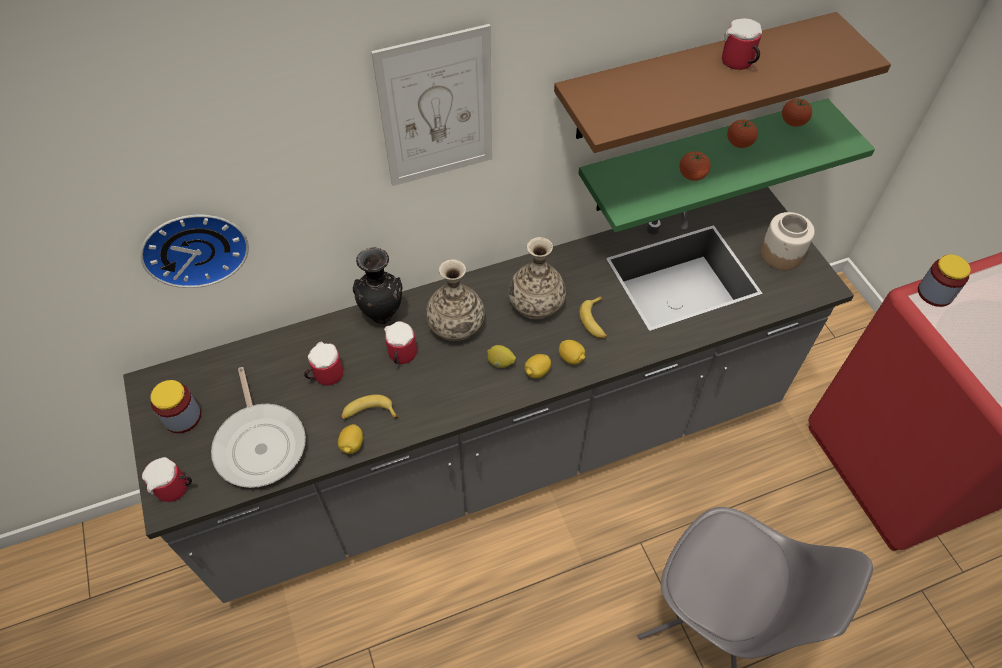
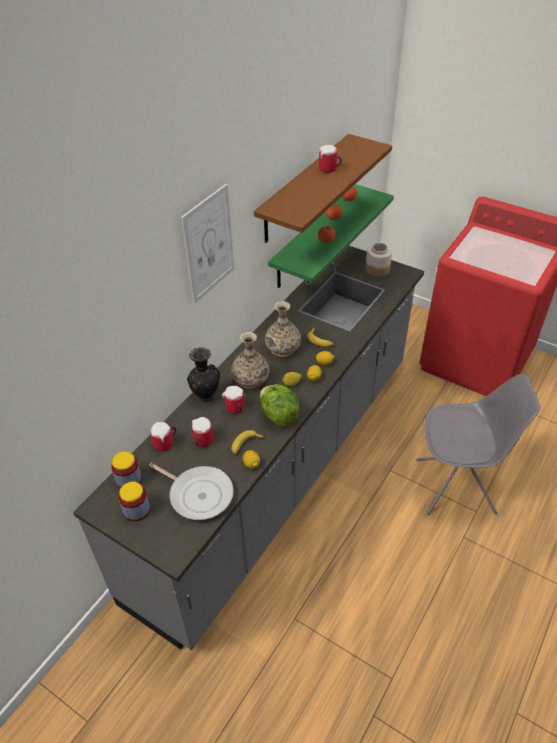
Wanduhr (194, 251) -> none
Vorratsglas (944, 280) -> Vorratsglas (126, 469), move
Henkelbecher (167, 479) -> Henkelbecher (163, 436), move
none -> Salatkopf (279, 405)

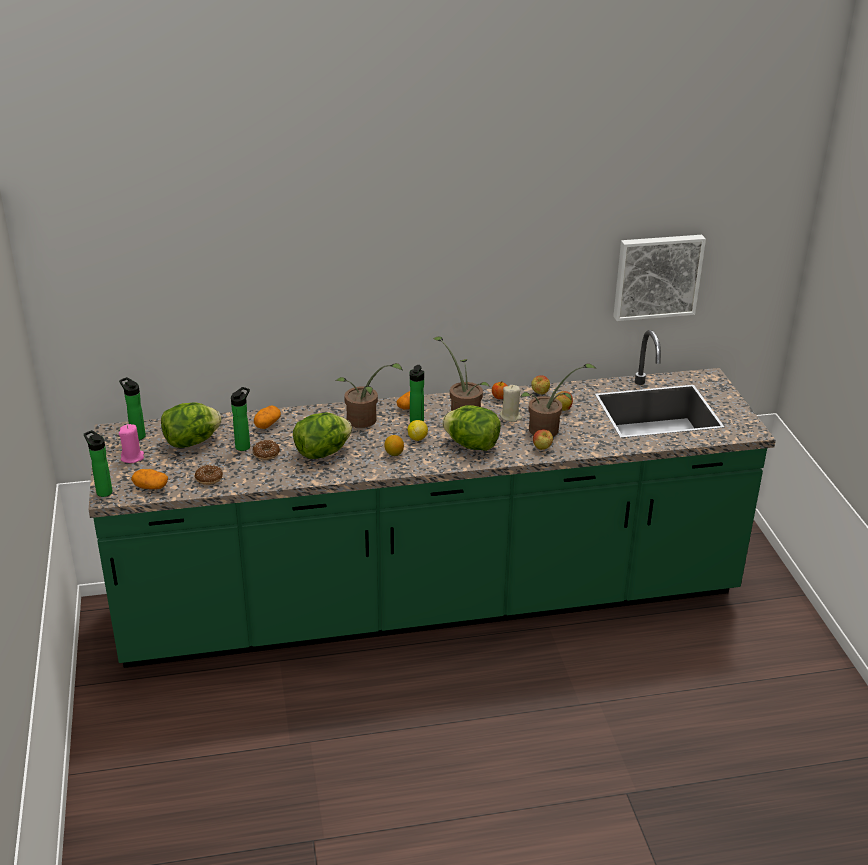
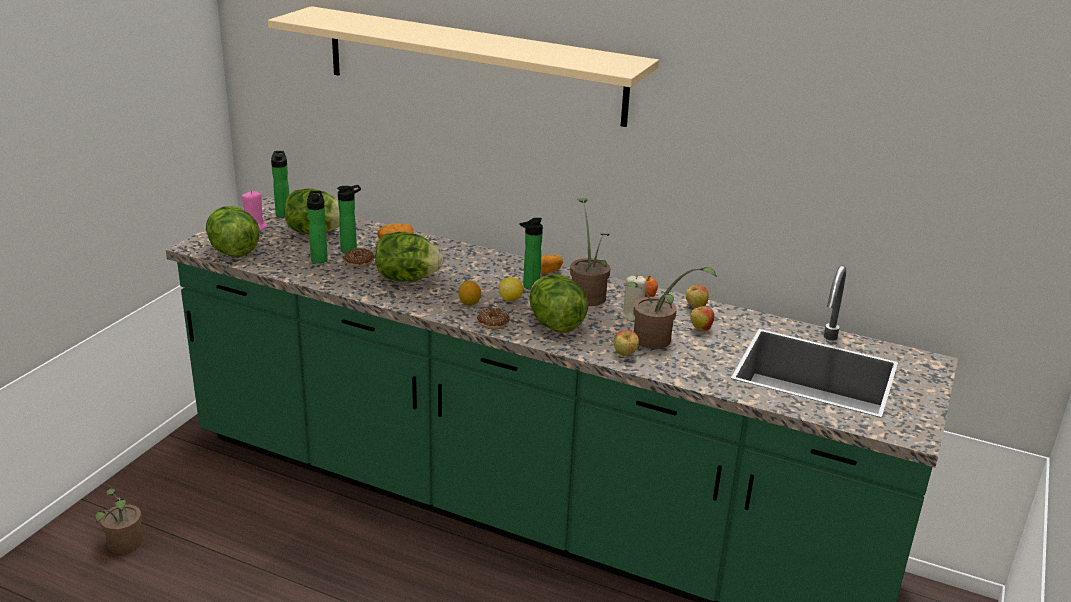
Bild (659, 278) -> none
Topfpflanze (369, 395) -> Topfpflanze (119, 521), move
Flasche (98, 463) -> Flasche (317, 227), move
Donut (209, 475) -> Donut (493, 318), move
Kartoffel (149, 479) -> Salatkopf (233, 231)
none -> Wandregal/beige (463, 66)

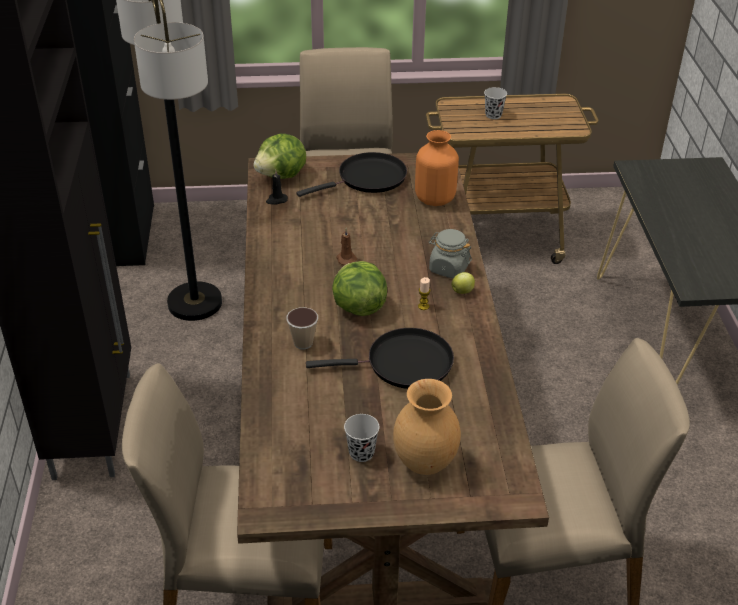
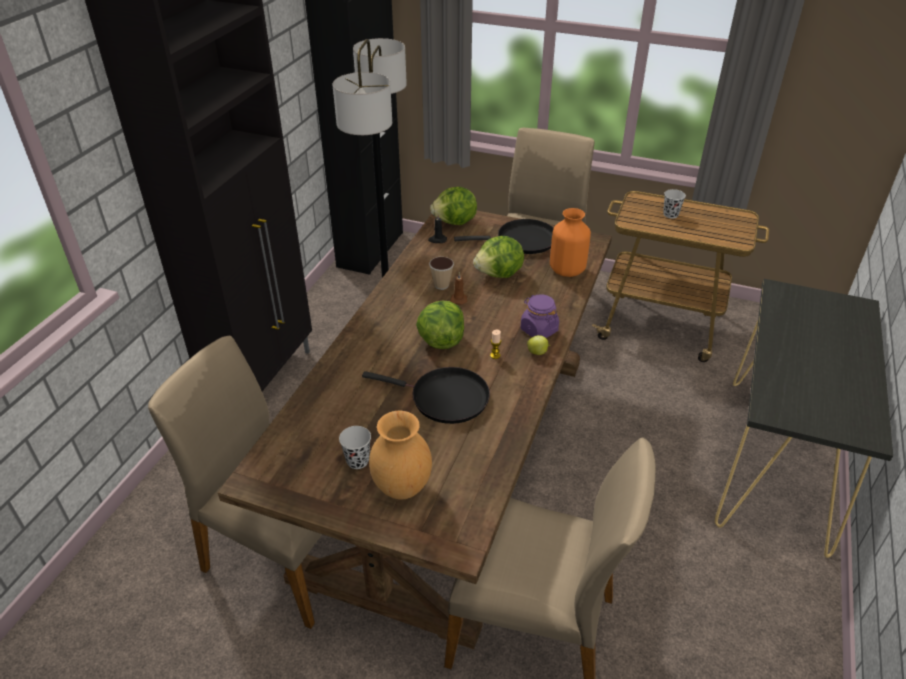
Vorratsglas/grau (450, 253) -> Vorratsglas/lila (540, 316)
Tasse (302, 328) -> Tasse (441, 273), move
none -> Salatkopf (498, 257)

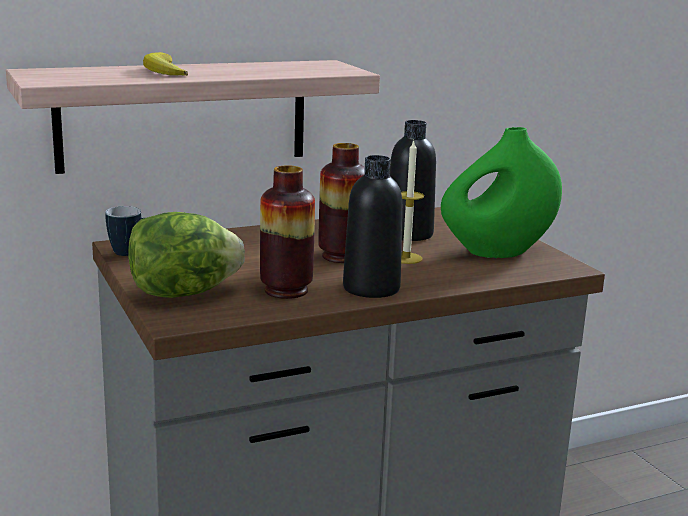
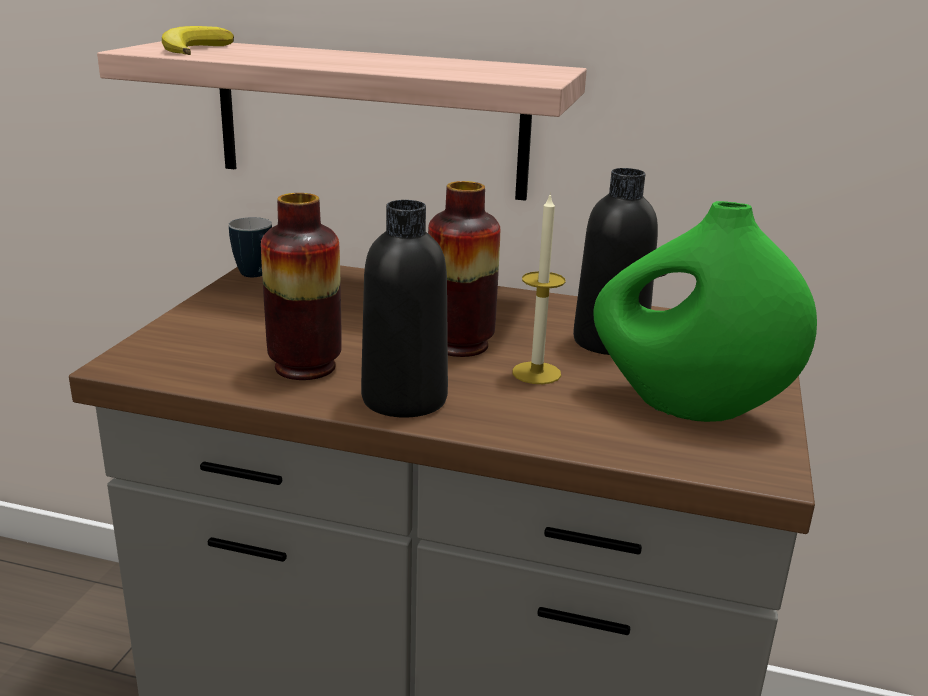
Banane (165, 64) -> Banane (198, 40), move
Salatkopf (186, 255) -> none

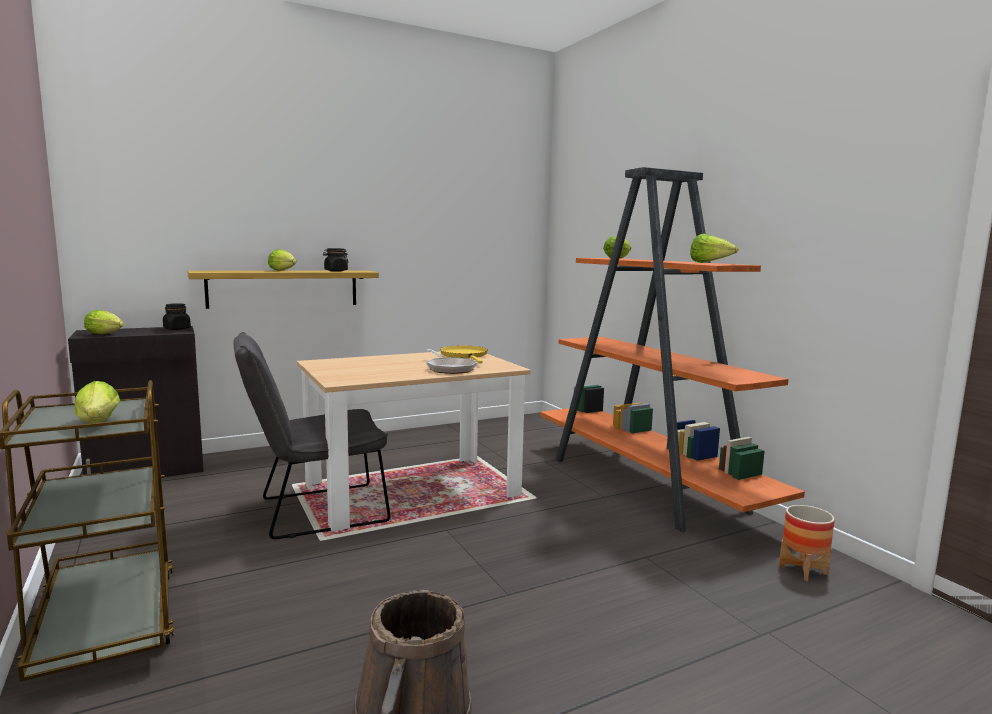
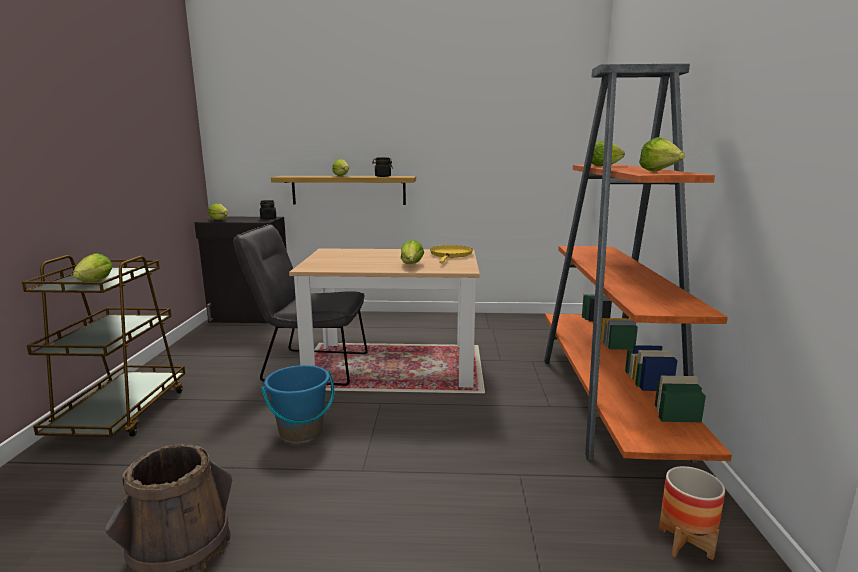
Pfanne (452, 361) -> Salatkopf (412, 252)
none -> Eimer/blau (298, 403)

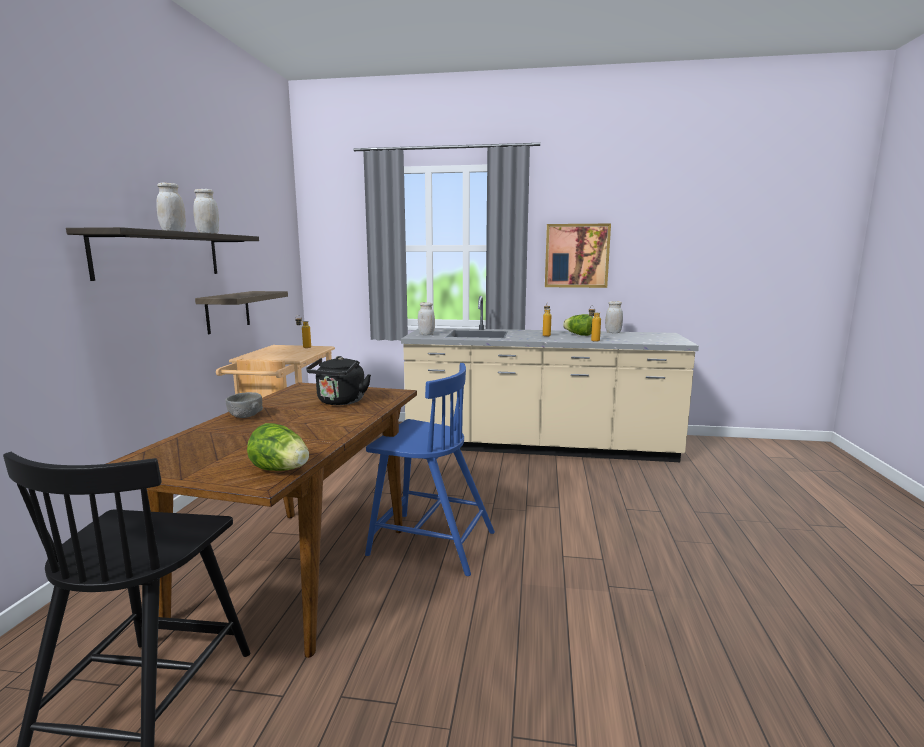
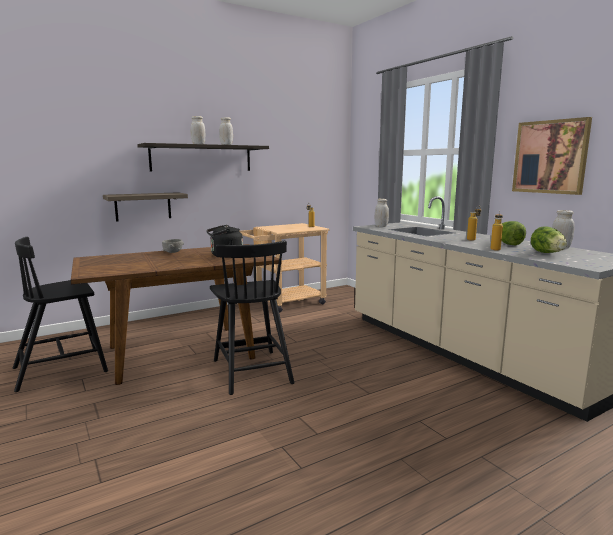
Wandregal (241, 312) -> Wandregal (145, 207), move
Stuhl/blau (430, 469) -> Stuhl/schwarz (252, 318)
Salatkopf (278, 447) -> Salatkopf (549, 239), move

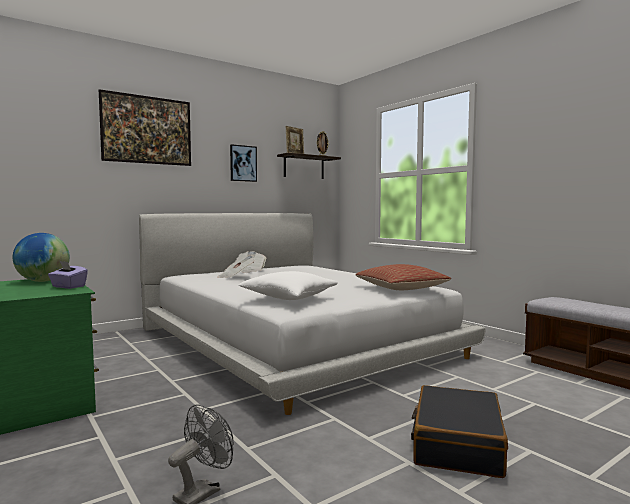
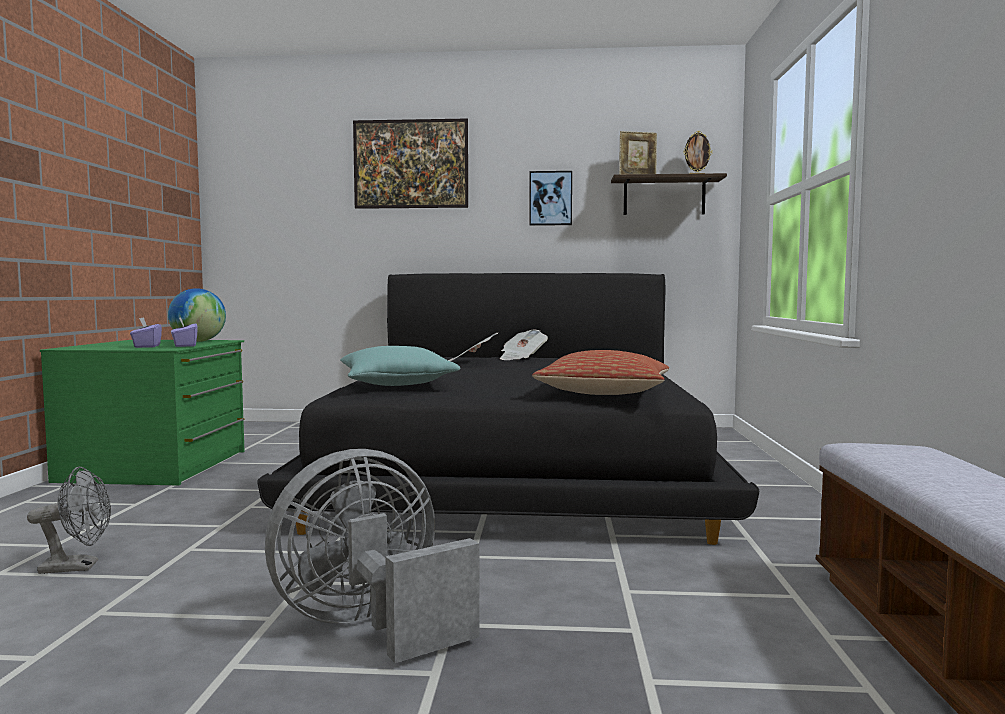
Bett/weiß (312, 314) -> Bett/schwarz (508, 409)
Kissen/weiß (288, 285) -> Kissen/türkis (400, 366)
Koffer/schwarz (459, 431) -> Ventilator/grau (372, 556)
none -> Taschentuchbox/lila (146, 332)

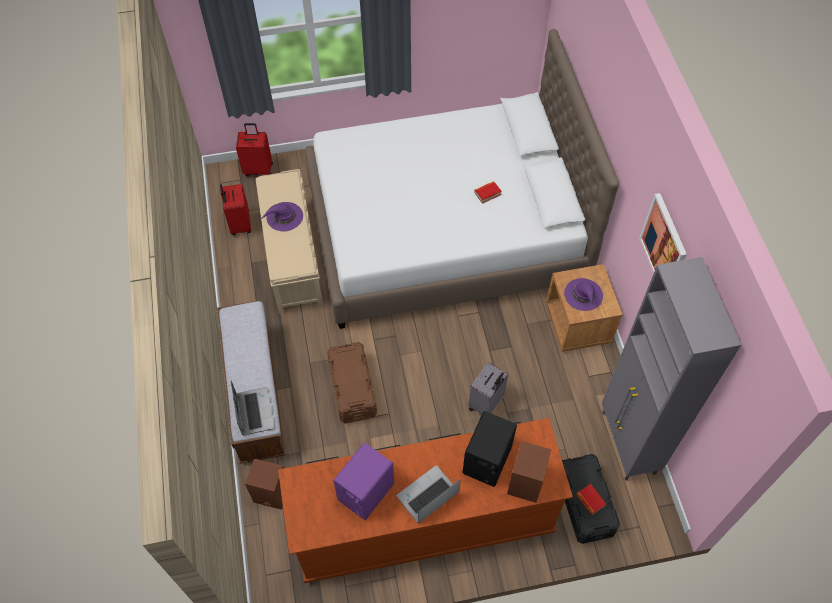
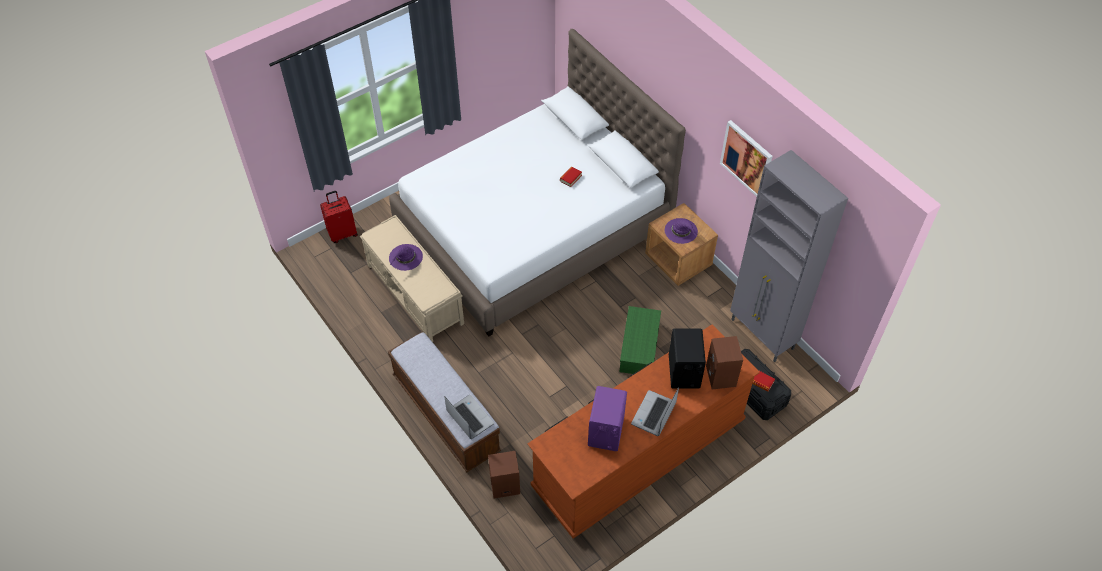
Koffer/rot (235, 209) -> none
Aufbewahrungsbox/braun (352, 382) -> none
Koffer/grau (488, 388) -> Aufbewahrungsbox/grün (640, 340)

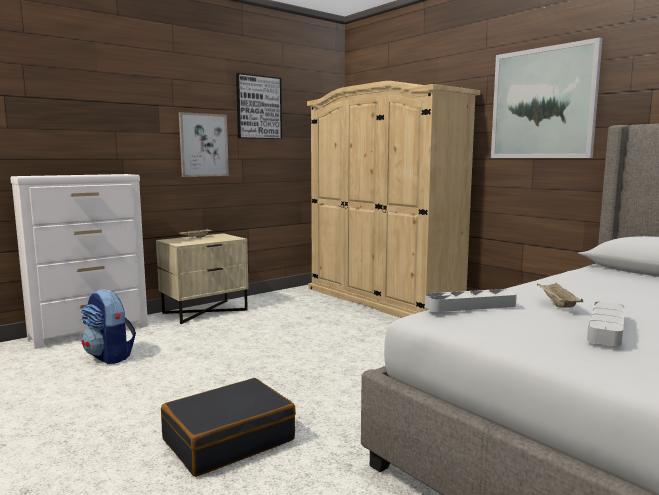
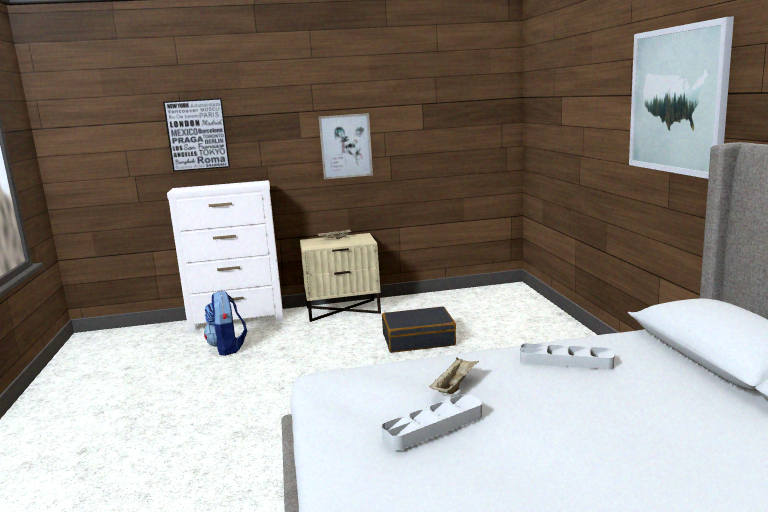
Bild (259, 106) -> Bild (196, 135), move
Kleiderschrank/beige (393, 199) -> none
Tablett/grau (471, 300) -> Tablett/grau (567, 356), move
Koffer/schwarz (228, 427) -> Koffer/schwarz (419, 329), move

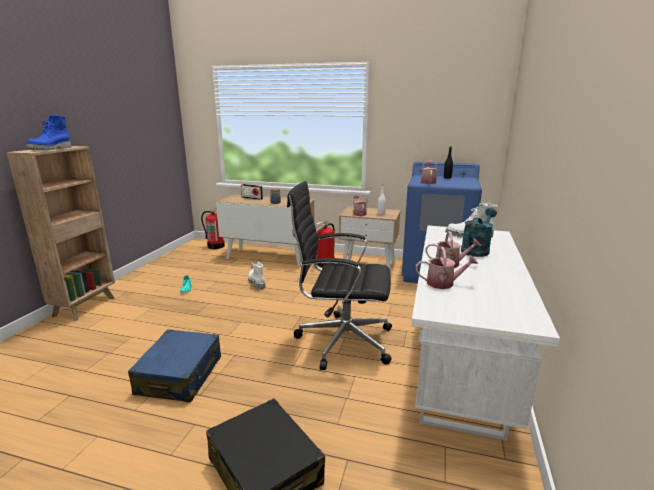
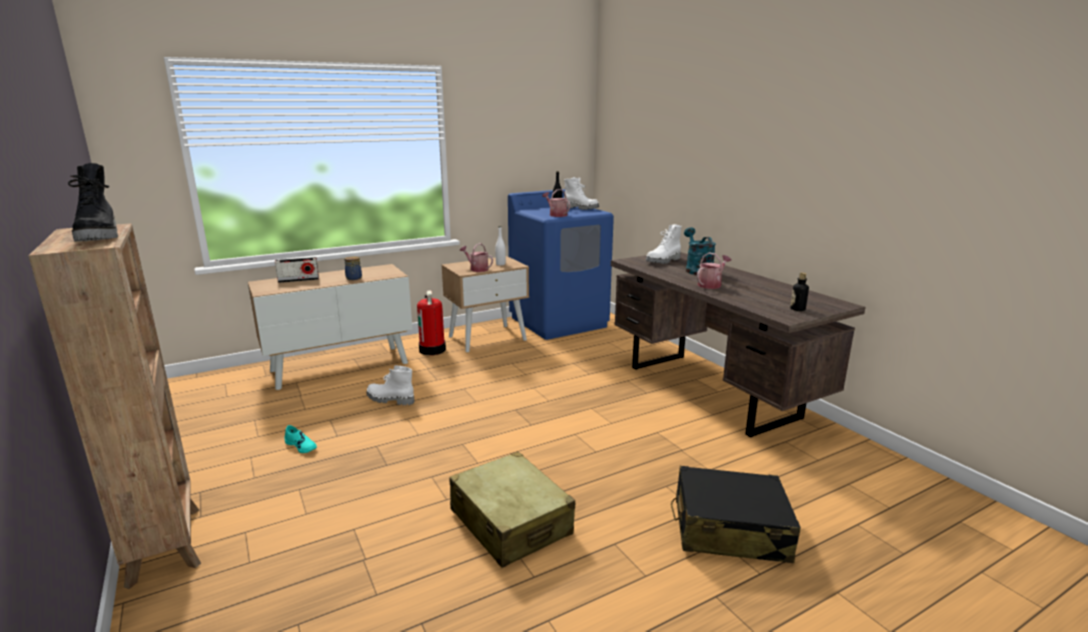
Stiefel/blau (49, 132) -> Stiefel/schwarz (93, 202)
Bürostuhl/schwarz (339, 275) -> none
Feuerlöscher (213, 228) -> none
Schreibtisch/weiß (485, 333) -> Schreibtisch/braun (738, 344)
Gießkanne (447, 268) -> none
Koffer/blau (174, 366) -> Koffer/beige (512, 509)
none -> Stiefel/weiß (581, 193)
none -> Flasche (799, 291)

